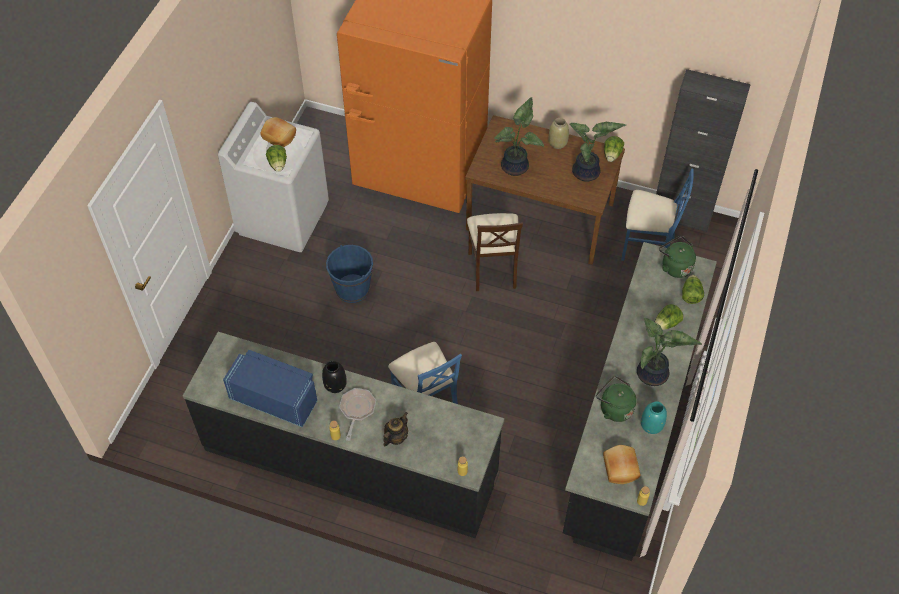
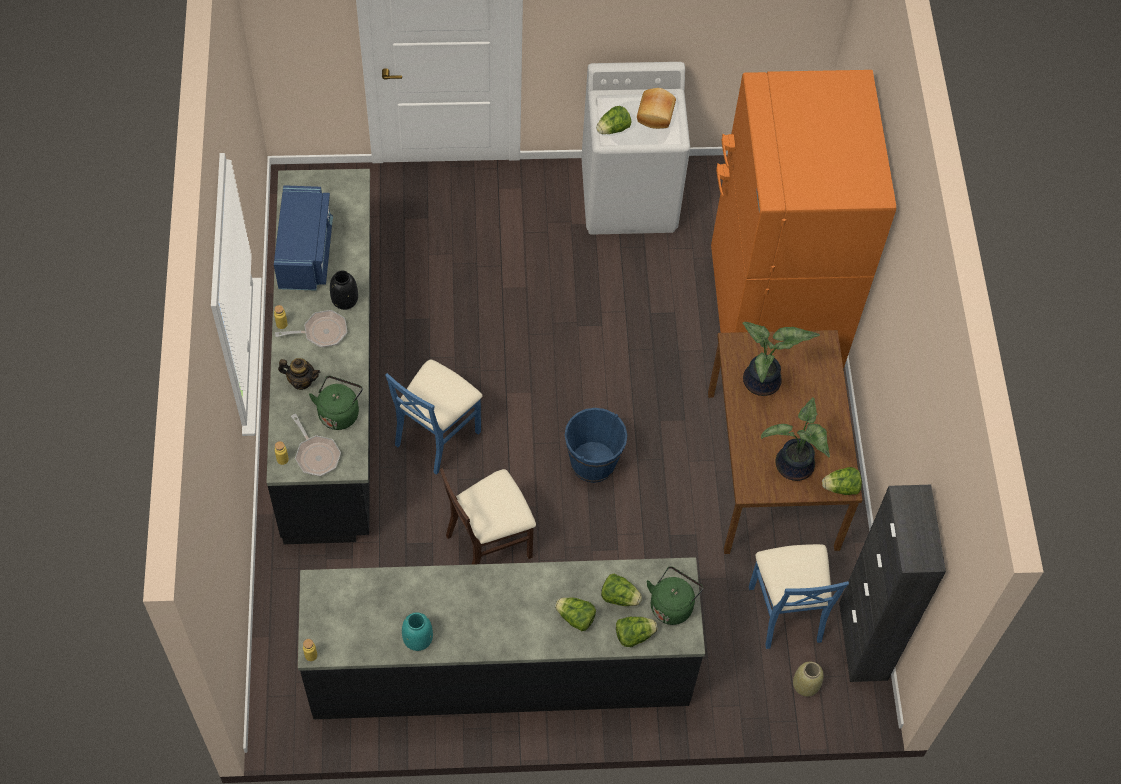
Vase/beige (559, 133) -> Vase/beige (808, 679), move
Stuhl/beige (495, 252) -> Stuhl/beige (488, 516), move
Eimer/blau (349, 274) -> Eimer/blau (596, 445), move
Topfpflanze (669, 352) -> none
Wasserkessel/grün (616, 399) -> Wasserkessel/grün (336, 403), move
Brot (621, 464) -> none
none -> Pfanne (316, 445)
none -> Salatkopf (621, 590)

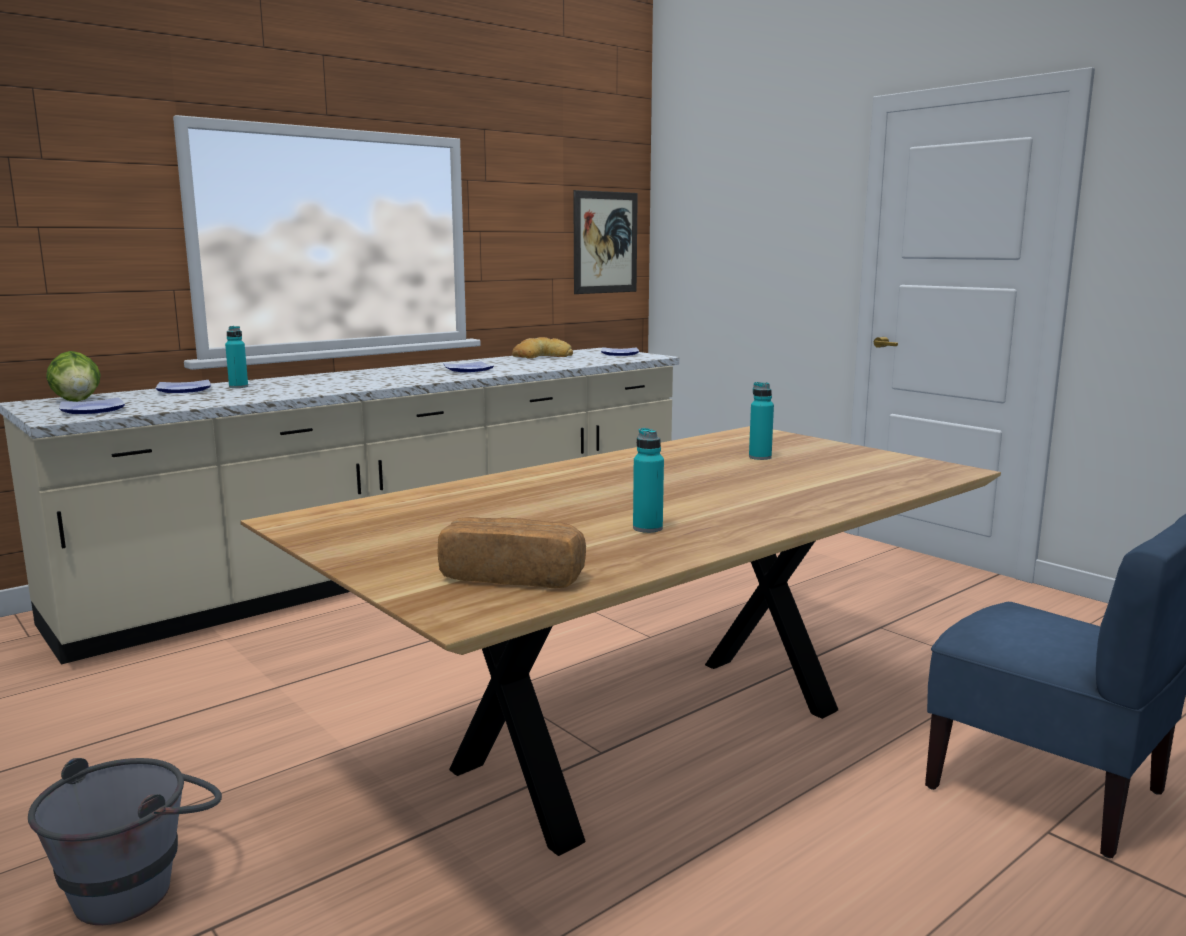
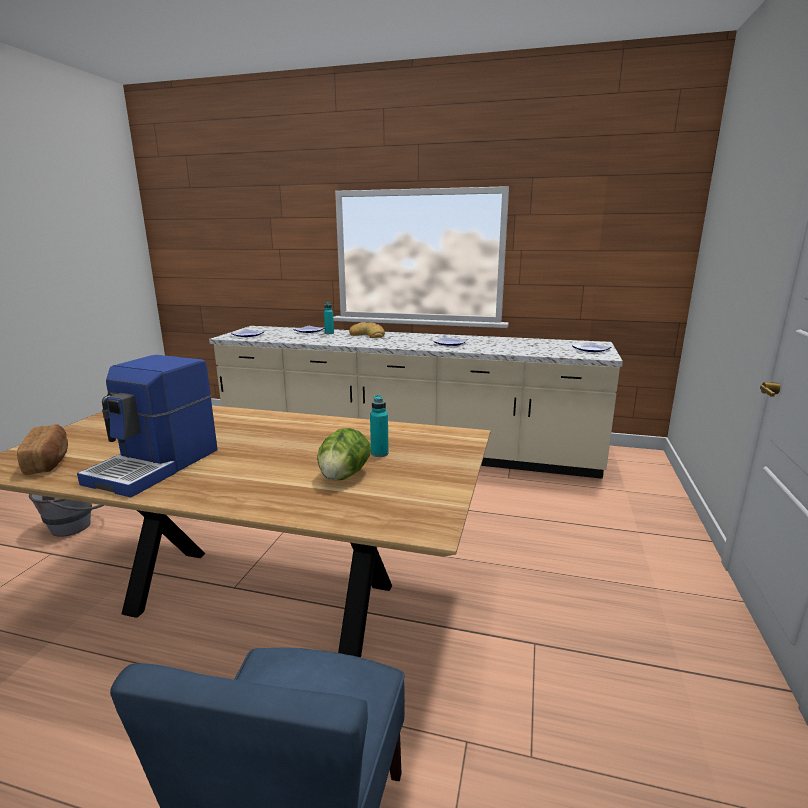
Bild (605, 242) -> none
Brot (542, 348) -> Brot (367, 330), move
Salatkopf (73, 376) -> Salatkopf (344, 454), move
Flasche/türkis (648, 480) -> Kaffeemaschine (147, 426)

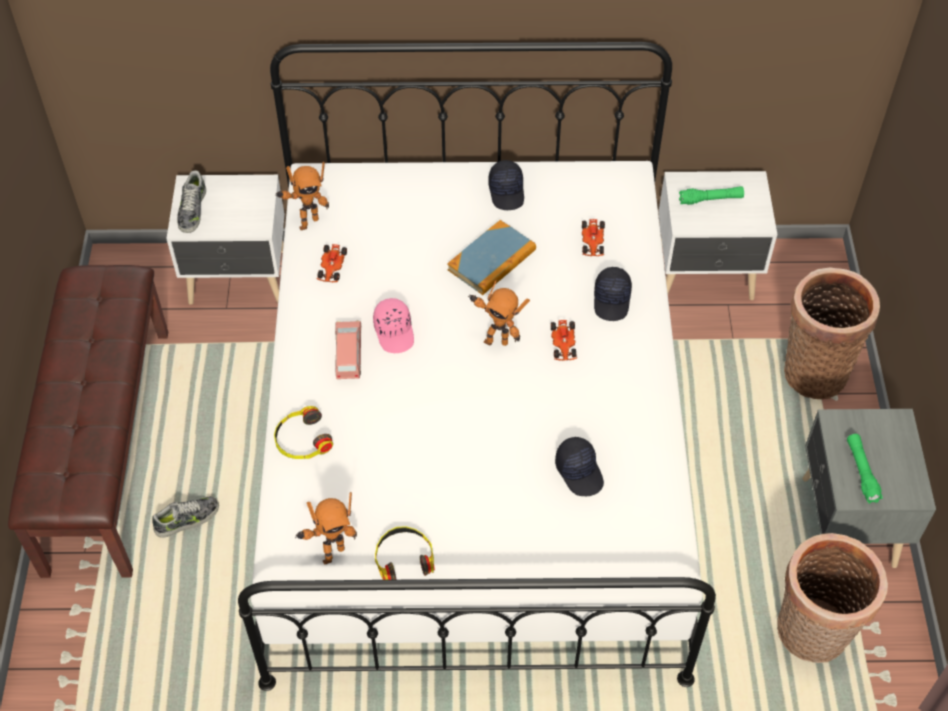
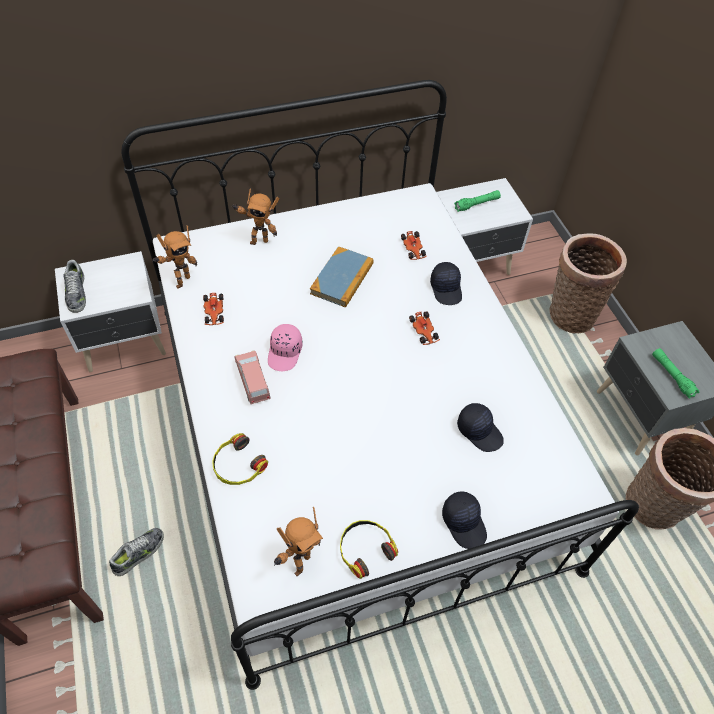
Kappe/schwarz (506, 185) -> Kappe/schwarz (464, 520), move
Spielzeugroboter (499, 313) -> Spielzeugroboter (255, 217), move
Kappe/rosa (393, 325) -> Kappe/rosa (285, 347), 45 degrees clockwise

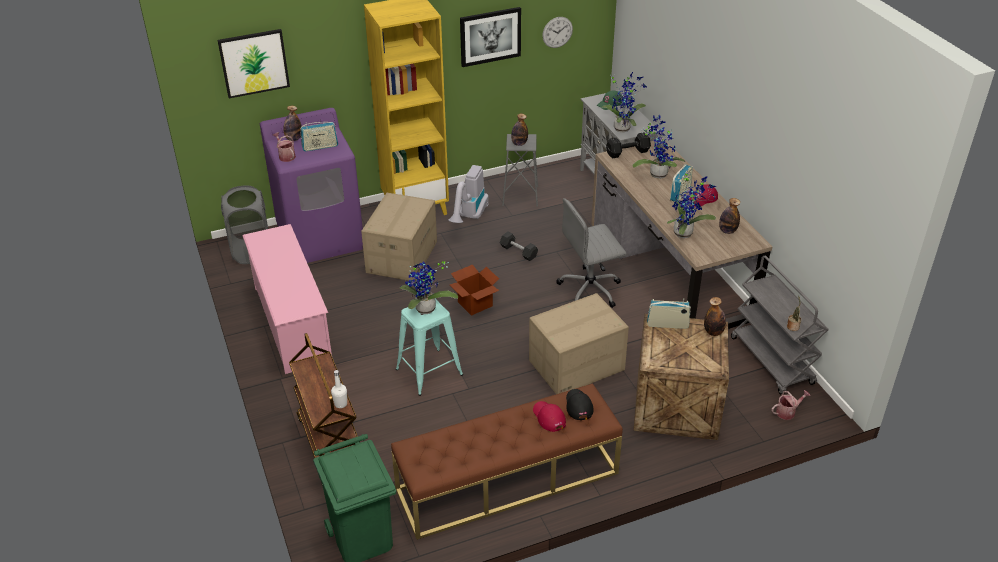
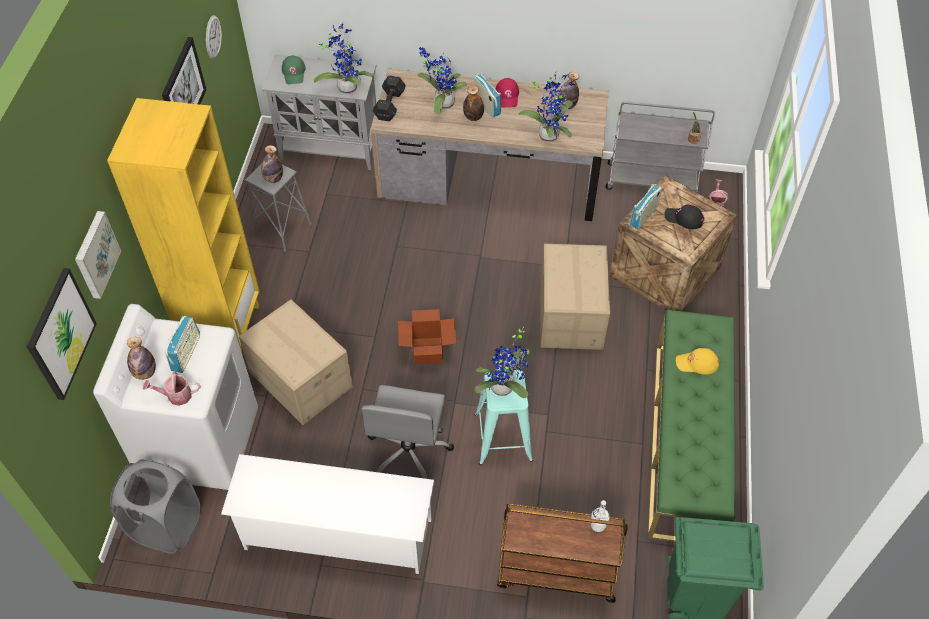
Waschmaschine/lila (311, 185) -> Waschmaschine/weiß (175, 397)
Staubsauger (468, 194) -> none
Bürostuhl/grau (591, 253) -> Bürostuhl/grau (407, 432), move
Schuhregal/rosa (287, 299) -> Schuhregal/weiß (327, 514)
Hantel/schwarz (519, 246) -> none
Flasche (715, 316) -> Flasche (473, 103), move
Bank/braun (507, 461) -> Bank/grün (692, 426)
Kappe/schwarz (580, 404) -> Kappe/schwarz (684, 217), move
Kappe/rot (549, 416) -> Kappe/gelb (697, 361)
none -> Bild (98, 255)

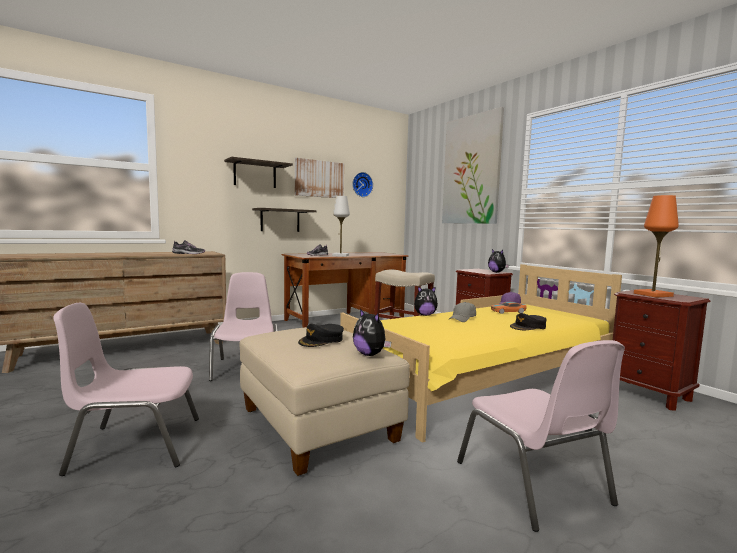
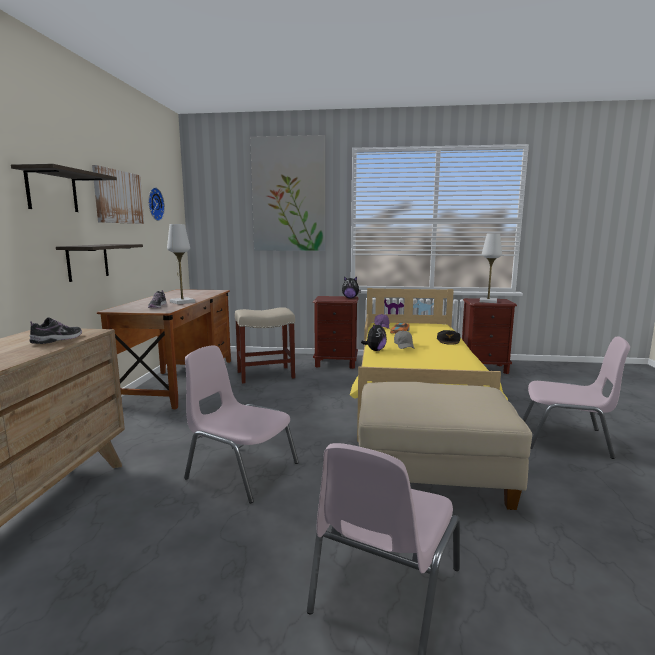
Tischlampe/orange (656, 246) -> Tischlampe/weiß (491, 268)
Plüschtier (372, 332) -> none
Kappe/schwarz (321, 335) -> none

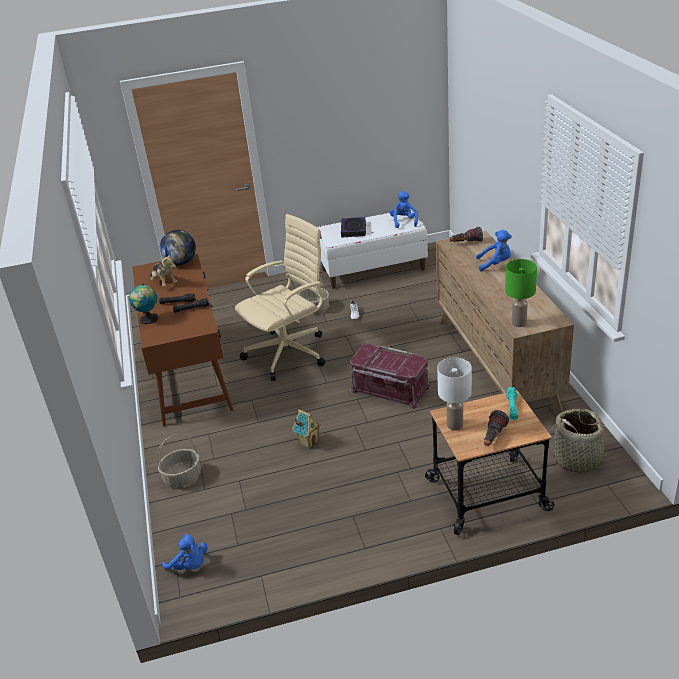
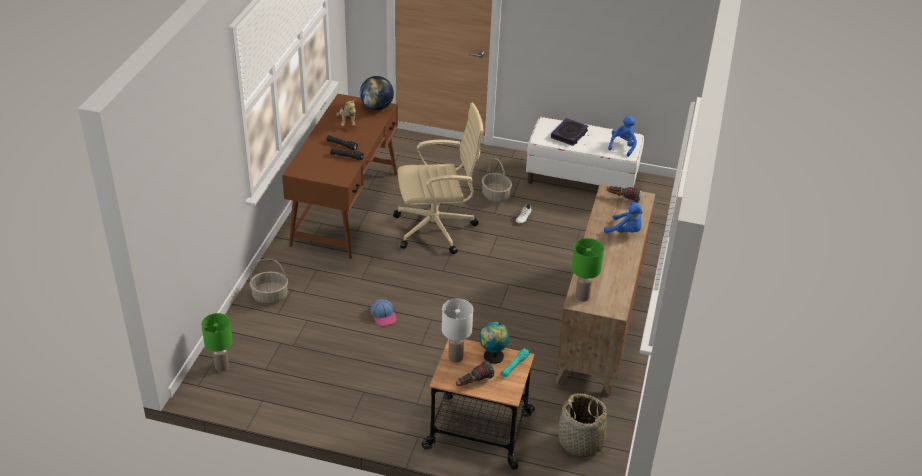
Globus (143, 303) -> Globus (494, 343), move
Aufbewahrungsbox/rot (390, 376) -> none
Spielzeughaus (306, 429) -> Kappe (383, 312)
Plüschtier/blau (184, 552) -> Tischlampe/grün (217, 342)

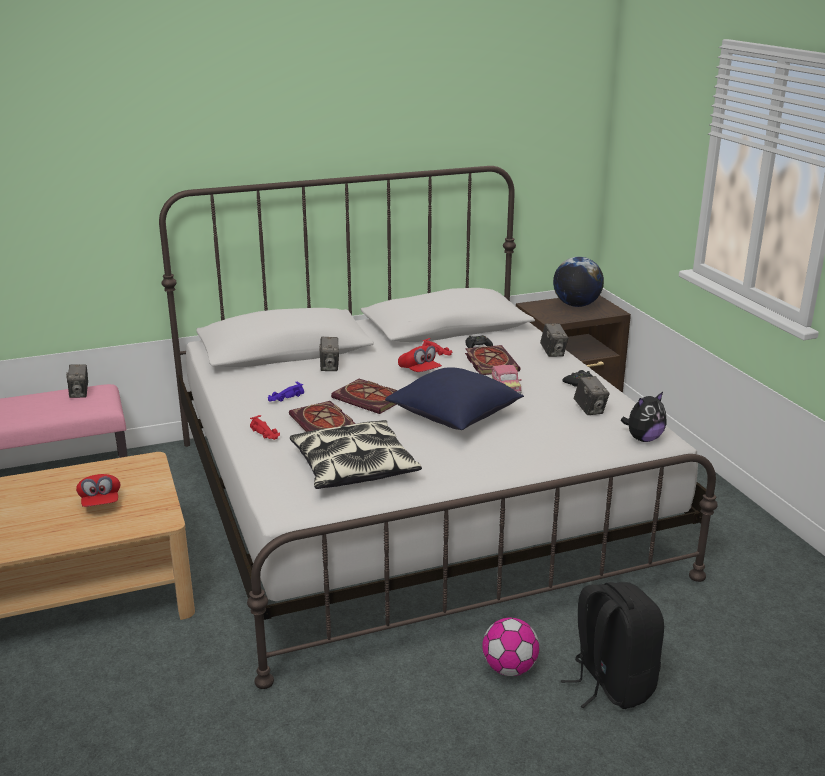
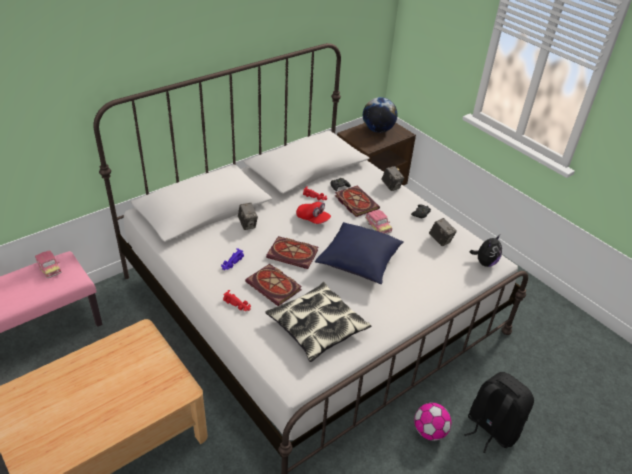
Kamera (77, 381) -> Spielzeugauto (48, 264)
Kappe/rot (98, 490) -> none

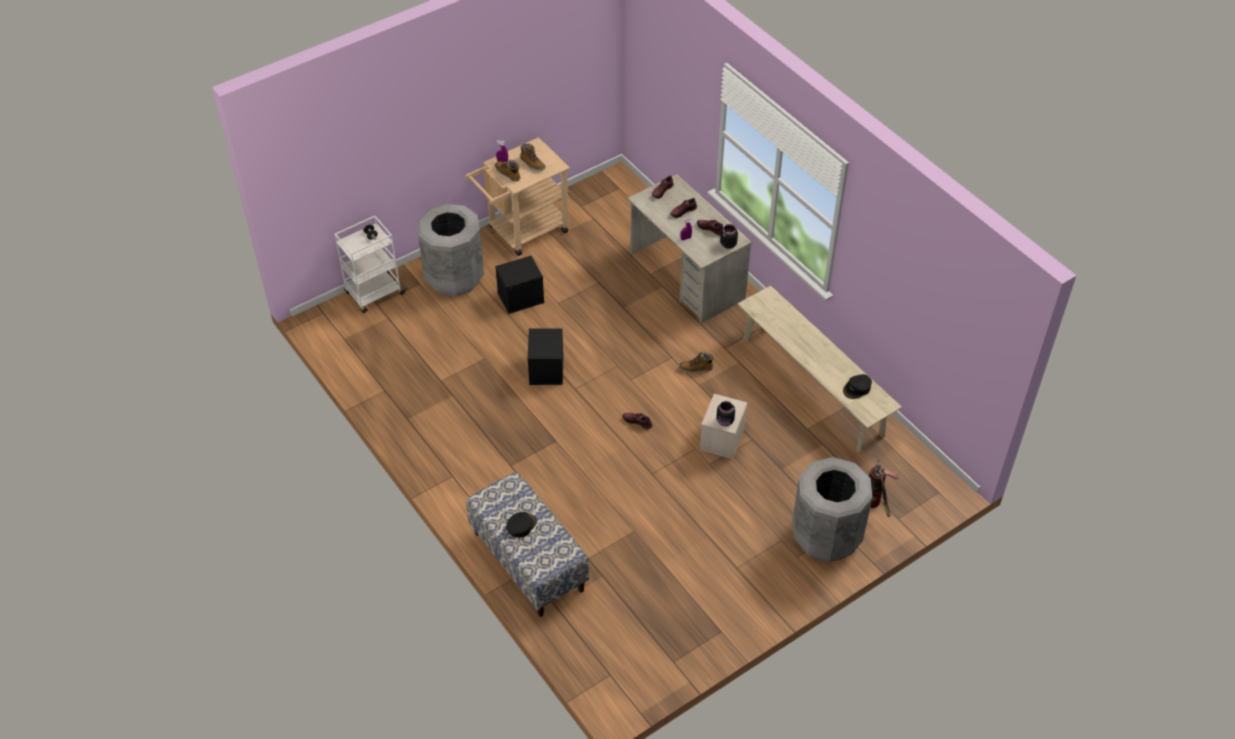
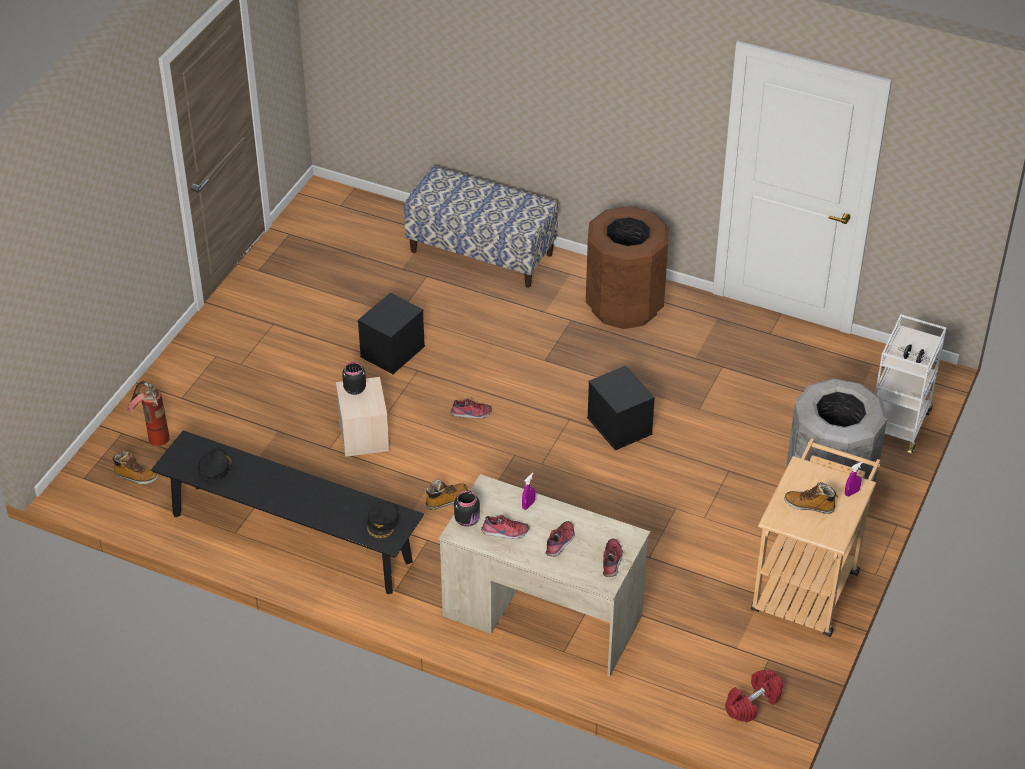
Stiefel (508, 170) -> Stiefel (135, 468), move
Aufbewahrungsbox/schwarz (519, 285) -> Aufbewahrungsbox/schwarz (391, 333), move
Bank/beige (819, 369) -> Bank/schwarz (287, 512)
Mülleimer/grau (832, 509) -> none
Kappe/schwarz (521, 525) -> Kappe/schwarz (382, 520), move
none -> Mülleimer/braun (627, 267)
none -> Hantel/rot (754, 696)

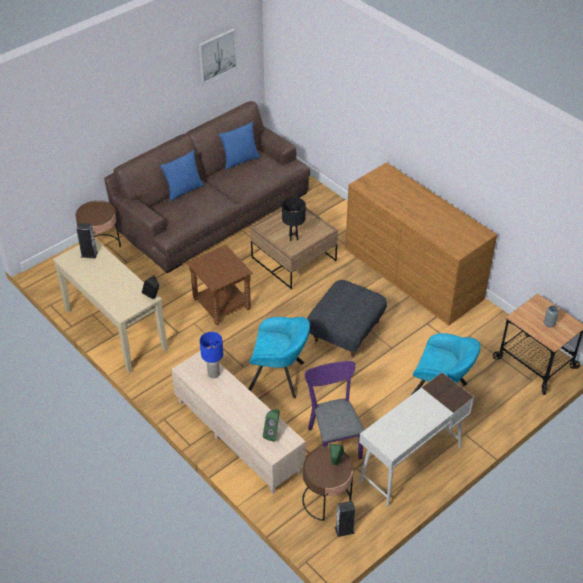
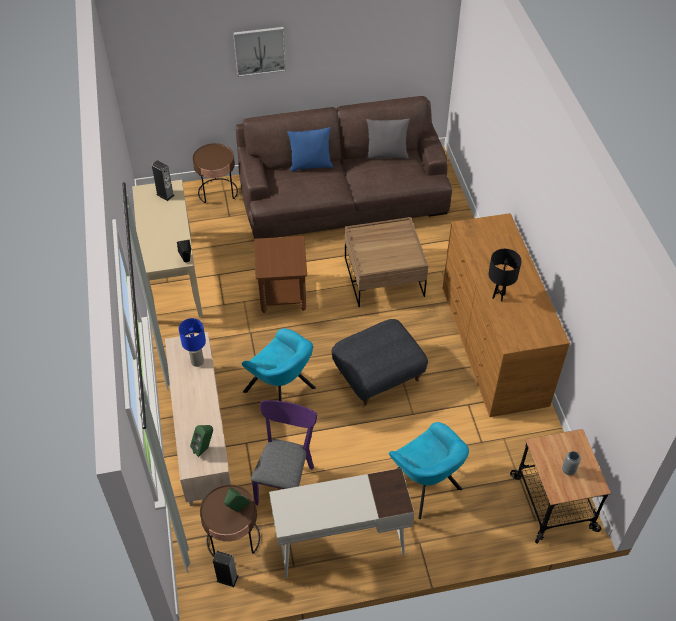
Bild (218, 56) -> Bild (259, 52), move
Kissen/blau (239, 146) -> Kissen/grau (388, 138)
Tischlampe/schwarz (294, 219) -> Tischlampe/schwarz (505, 275), move

